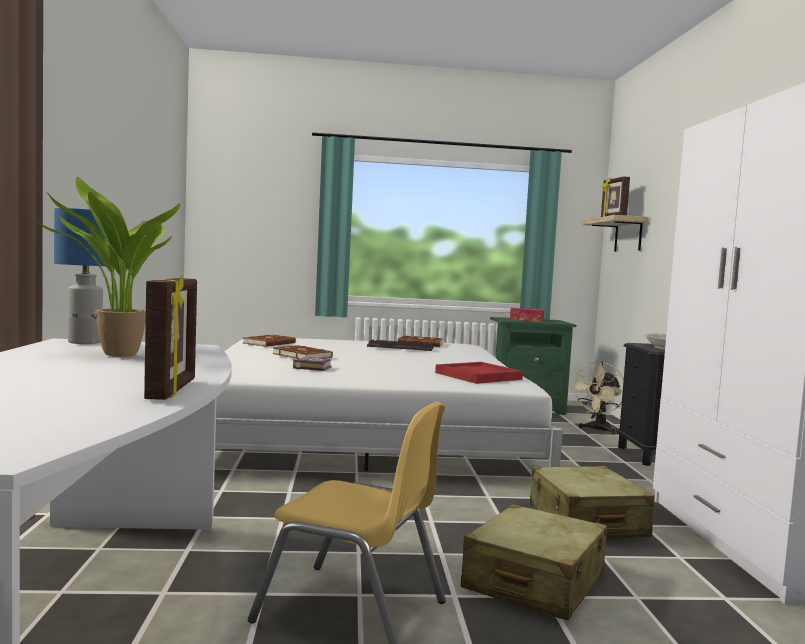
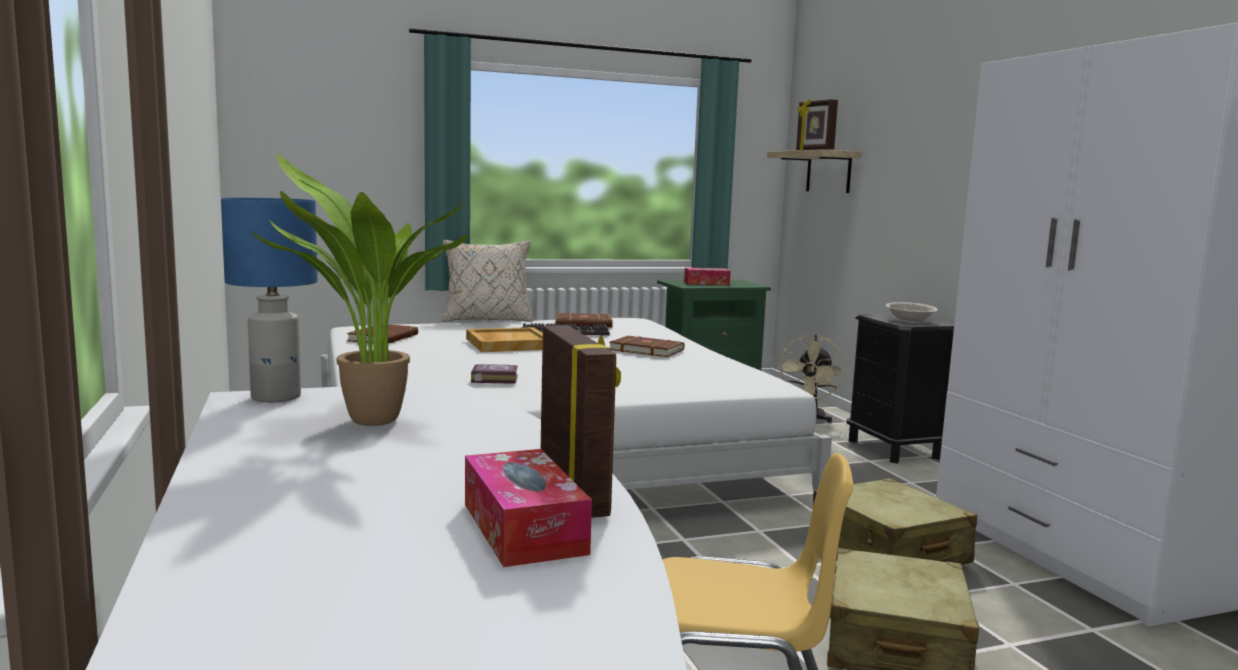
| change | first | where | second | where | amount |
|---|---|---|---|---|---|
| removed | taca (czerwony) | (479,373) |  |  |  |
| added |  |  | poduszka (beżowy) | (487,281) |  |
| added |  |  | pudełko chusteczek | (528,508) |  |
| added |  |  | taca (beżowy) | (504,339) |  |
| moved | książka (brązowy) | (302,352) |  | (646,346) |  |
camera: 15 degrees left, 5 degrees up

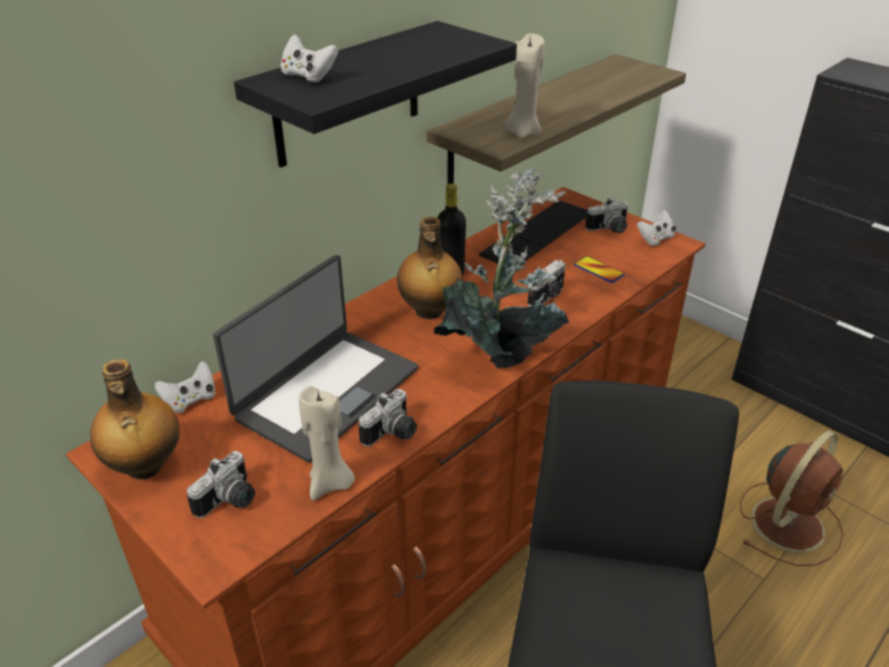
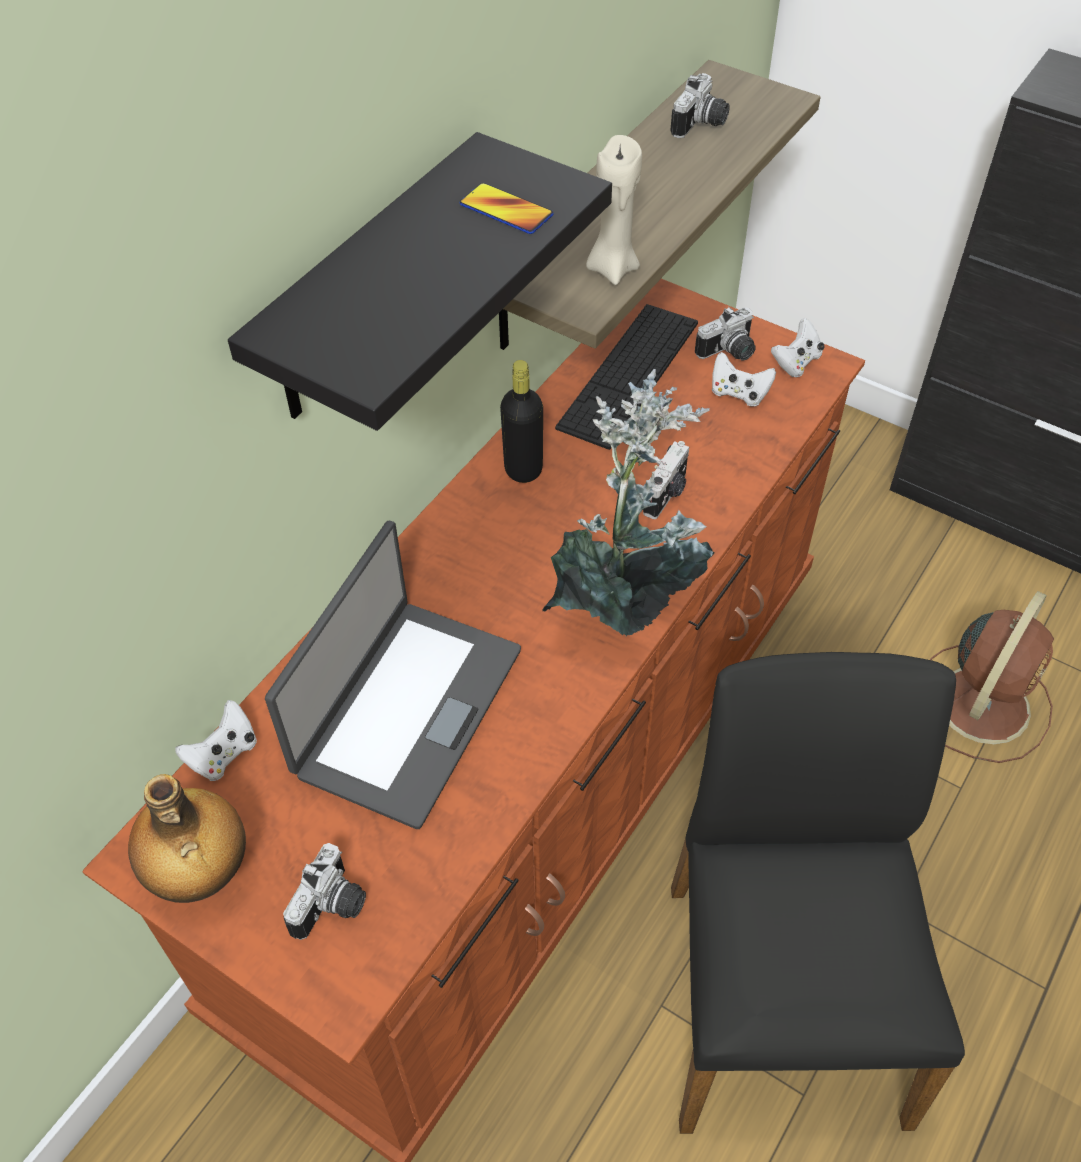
| change | first | where | second | where | amount |
|---|---|---|---|---|---|
| removed | świeca (beżowy) | (327,443) |  |  |  |
| removed | butelka | (430,268) |  |  |  |
| moved | pad do gier (biały) | (310,58) |  | (744,379) |  |
| moved | aparat fotograficzny | (387,418) |  | (700,105) |  |
| moved | telefon | (599,269) |  | (506,208) |  |
camera: 10 degrees left, 15 degrees up

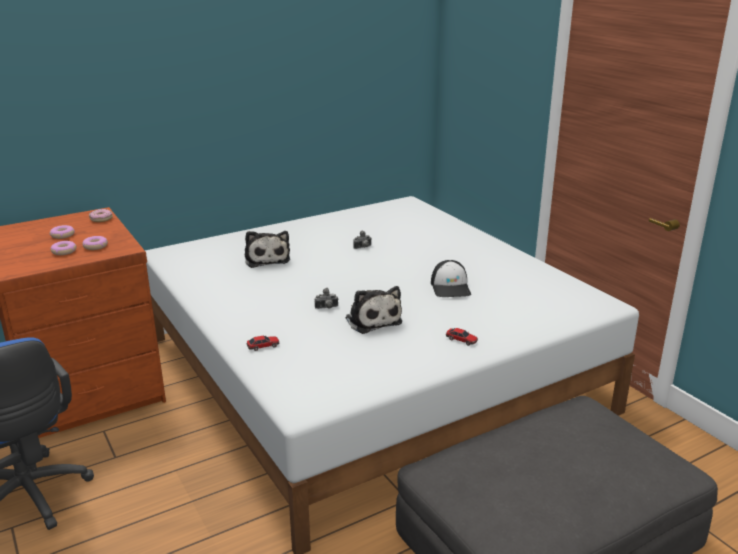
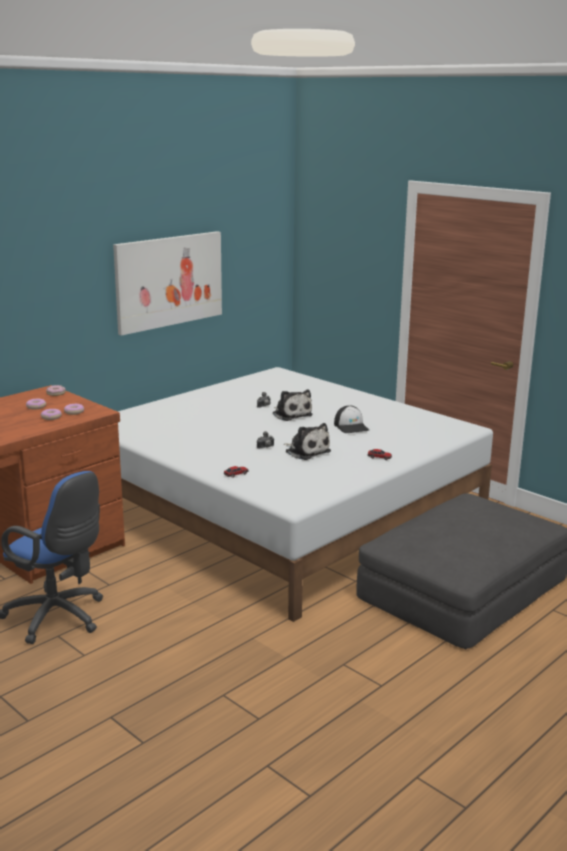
| change | first | where | second | where | amount |
|---|---|---|---|---|---|
| added |  |  | obraz | (167,283) |  |
| moved | pluszak | (267,249) |  | (292,405) |  |
camera: 15 degrees left, 5 degrees down

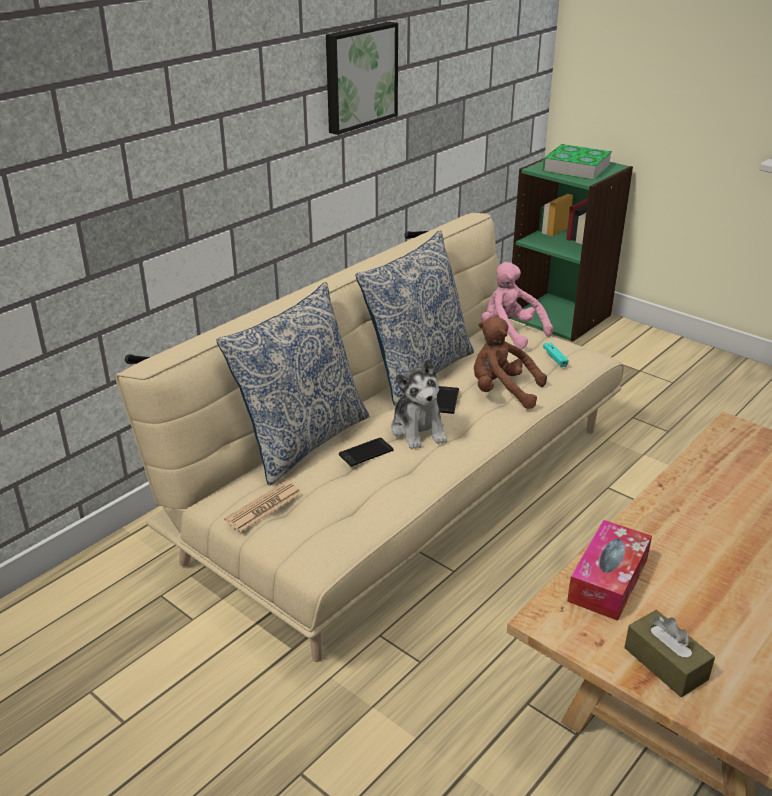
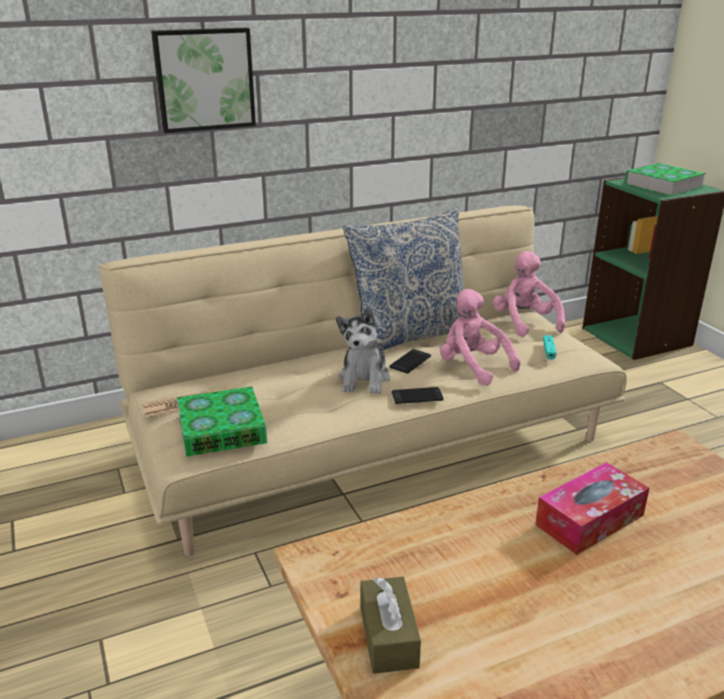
| change | first | where | second | where | amount |
|---|---|---|---|---|---|
| removed | poduszka | (292,384) |  |  |  |
| added |  |  | książka | (222,421) |  |
| moved | obraz | (362,78) |  | (203,80) |  |
| moved | telefon | (366,452) |  | (418,395) |  |
| moved | pudełko chusteczek | (609,570) |  | (592,508) |  |
| recoloured | pluszak (brązowy) | (510,362) | pluszak (różowy) | (480,337) |  |
camera: 25 degrees right, 5 degrees down

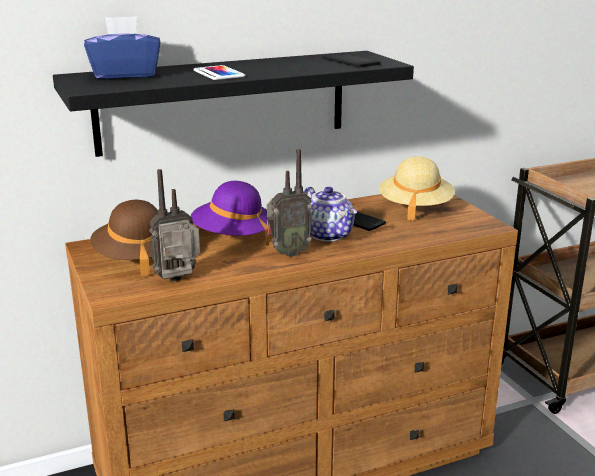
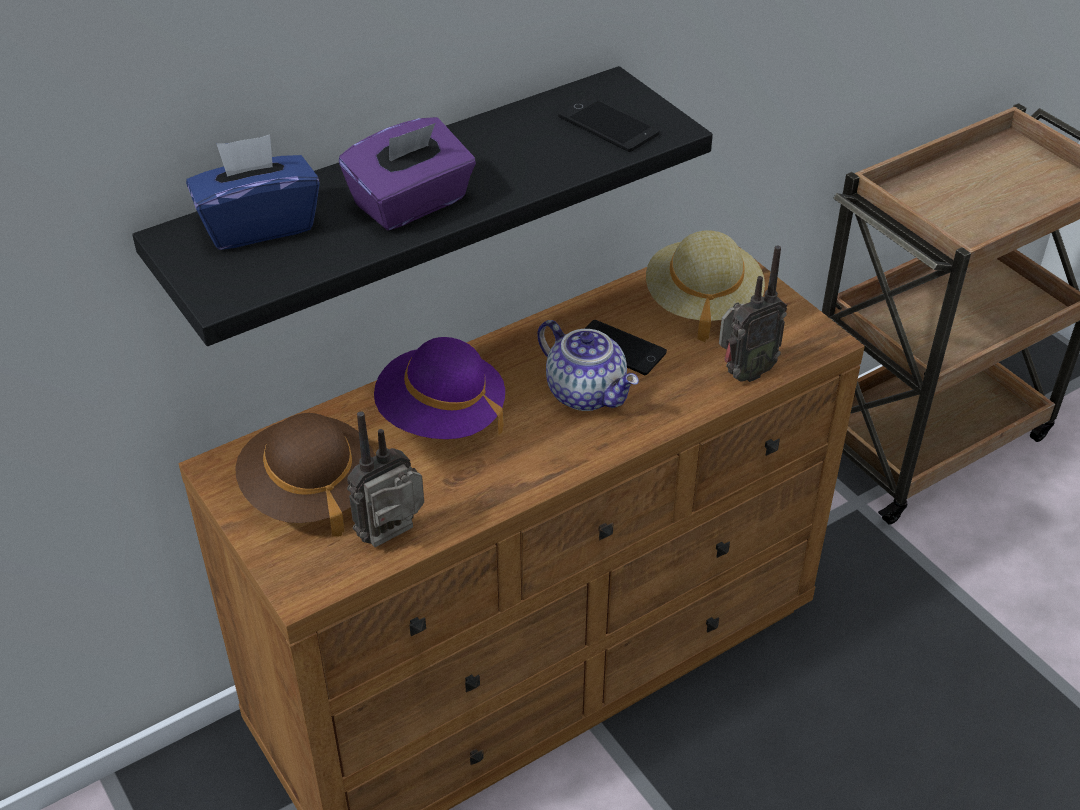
| change | first | where | second | where | amount |
|---|---|---|---|---|---|
| moved | radio | (289,203) |  | (753,313) |  |
| replaced | telefon | (219,72) | pudełko chusteczek (fioletowy) | (407,174) |  |
camera: 10 degrees left, 20 degrees up

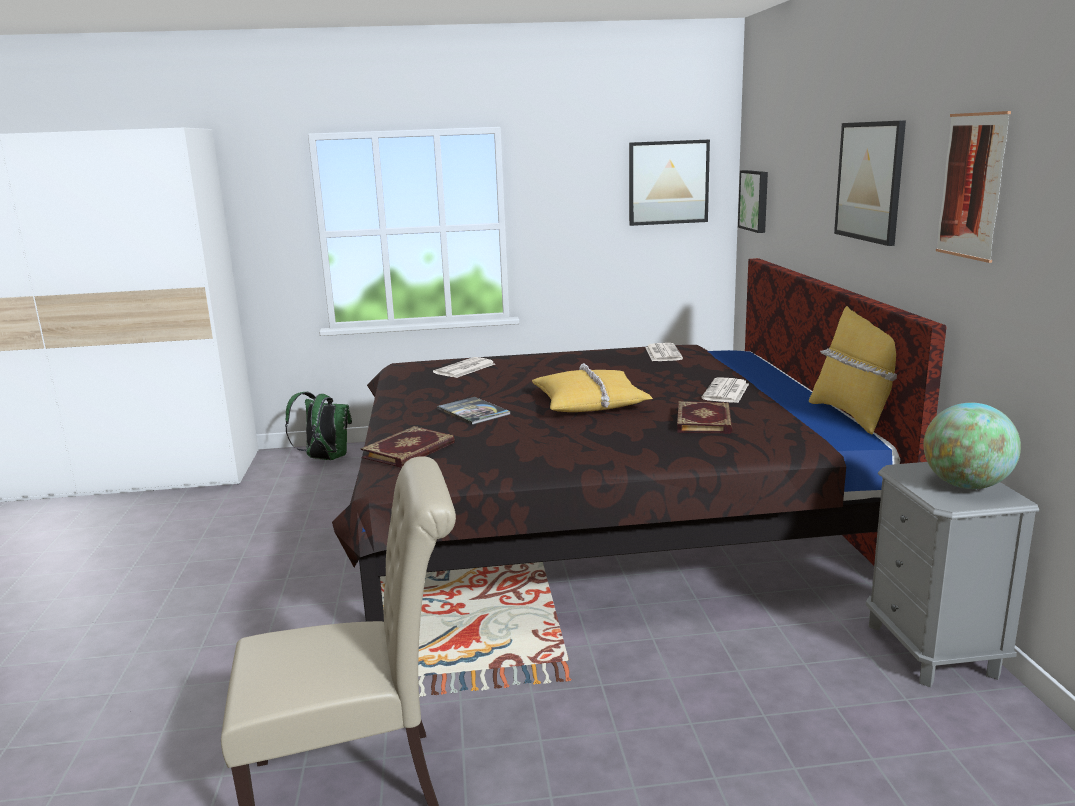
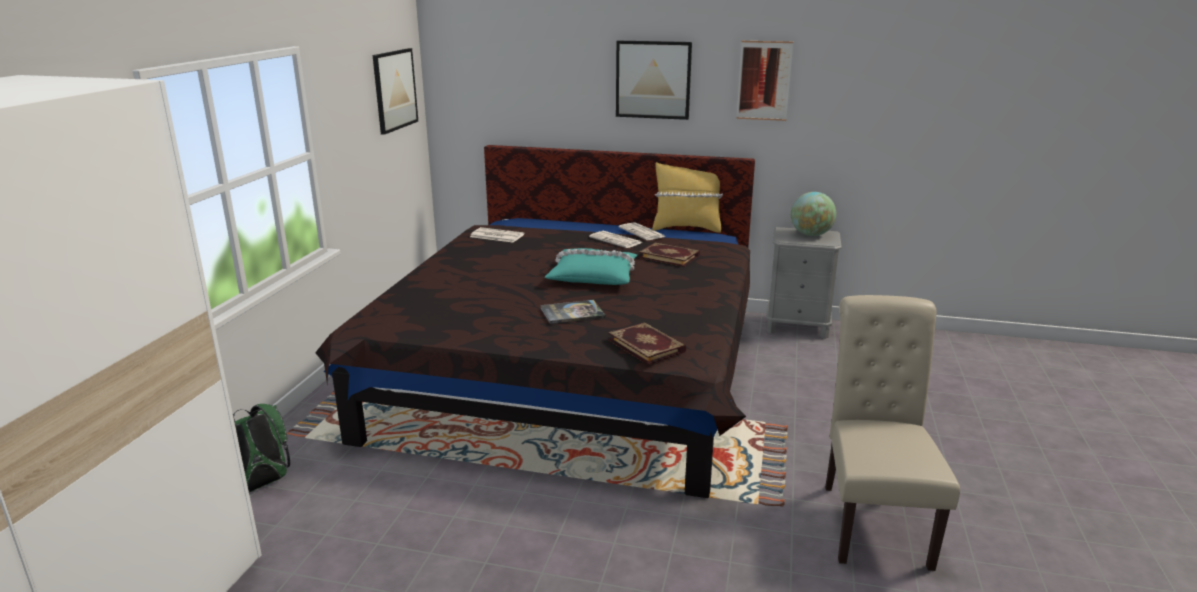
| change | first | where | second | where | amount |
|---|---|---|---|---|---|
| removed | obraz | (753,201) |  |  |  |
| moved | gazeta | (464,367) |  | (642,231) |  |
| recoloured | poduszka (żółty) | (592,387) | poduszka (turkusowy) | (591,266) |  |
camera: 70 degrees left, 5 degrees up

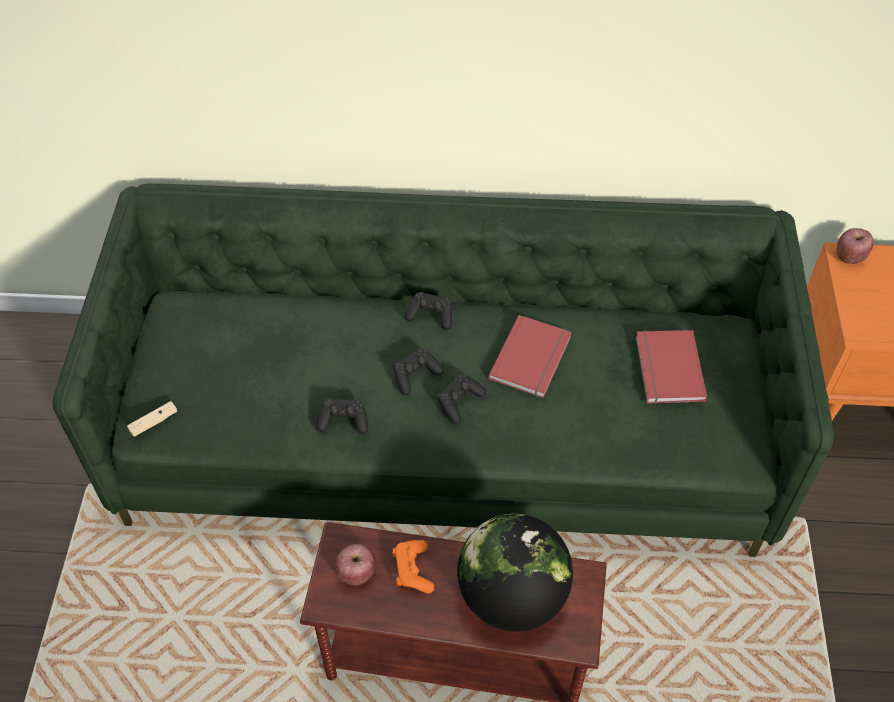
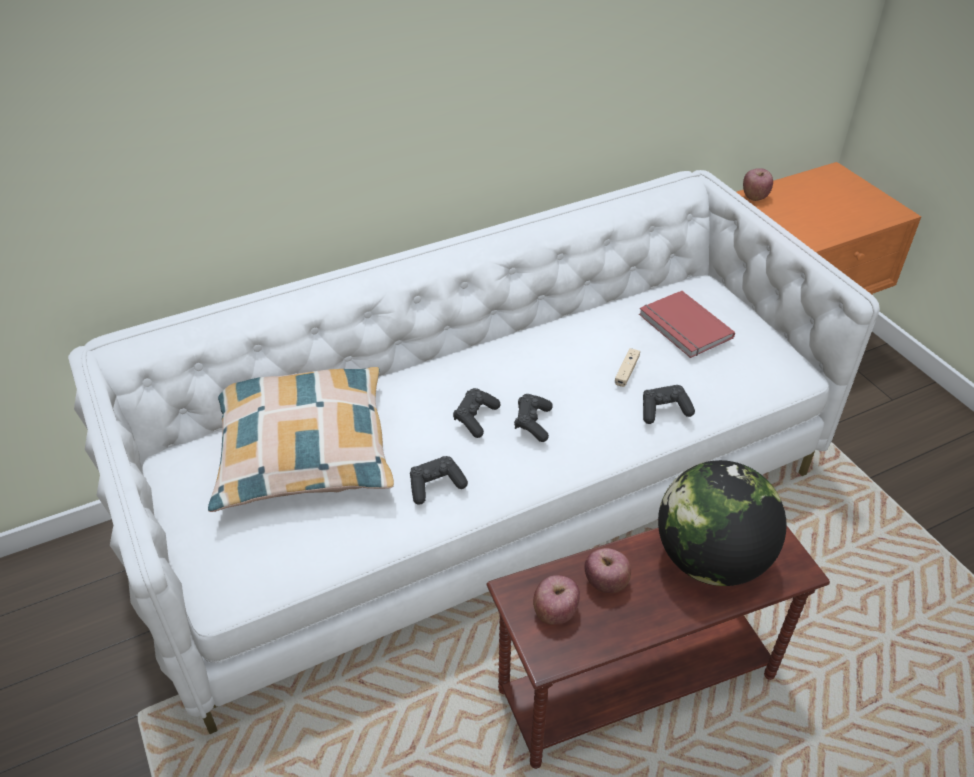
| change | first | where | second | where | amount |
|---|---|---|---|---|---|
| removed | książka (czerwony) | (530,356) |  |  |  |
| added |  |  | poduszka | (301,439) |  |
| moved | pad do gier (beżowy) | (152,419) |  | (627,367) |  |
| moved | pad do gier (czarny) | (428,311) |  | (669,404) |  |
| replaced | pad do gier (pomarańczowy) | (413,567) | jabłko | (607,570) |  |
| recoloured | kanapa (zielony) | (443,370) | kanapa (biały) | (474,452) |  |
camera: 30 degrees left, 10 degrees down

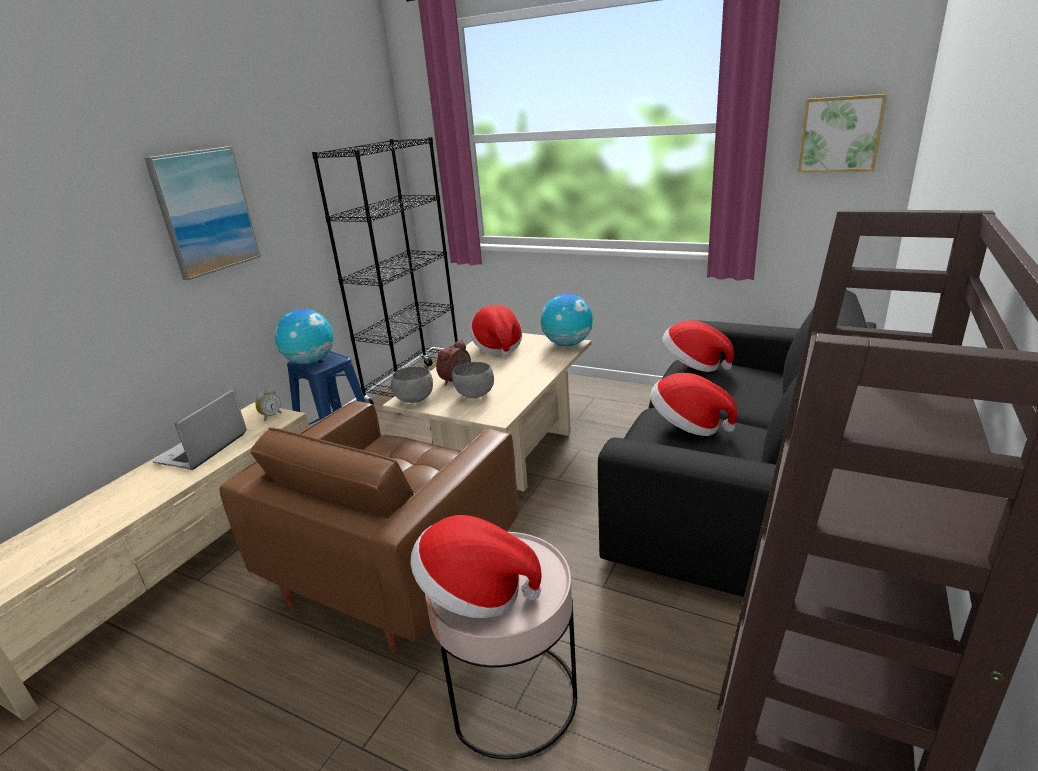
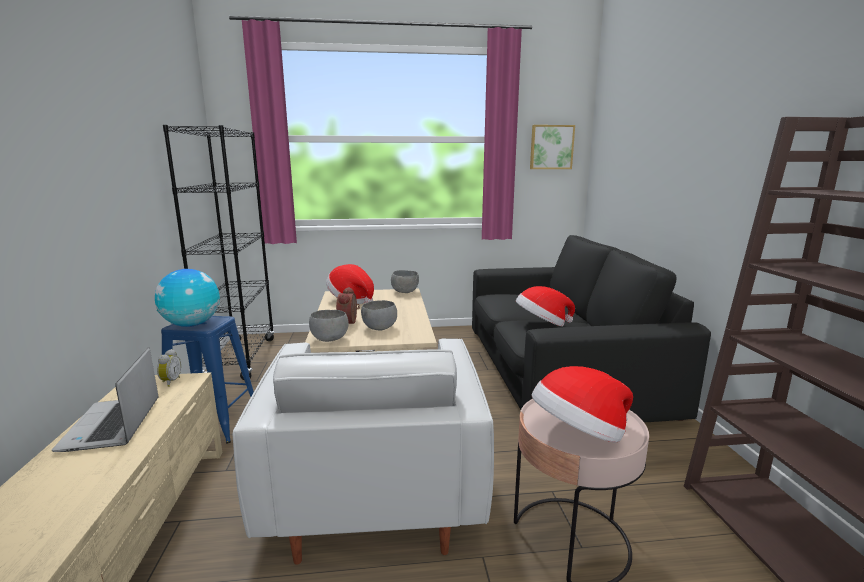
| change | first | where | second | where | amount |
|---|---|---|---|---|---|
| removed | obraz | (202,213) |  |  |  |
| removed | kapelusz | (698,346) |  |  |  |
| replaced | globus | (567,320) | miska (szary) | (405,281) |  |
| recoloured | fotel (brązowy) | (369,527) | fotel (biały) | (363,451) |  |
camera: 35 degrees left, 10 degrees down

